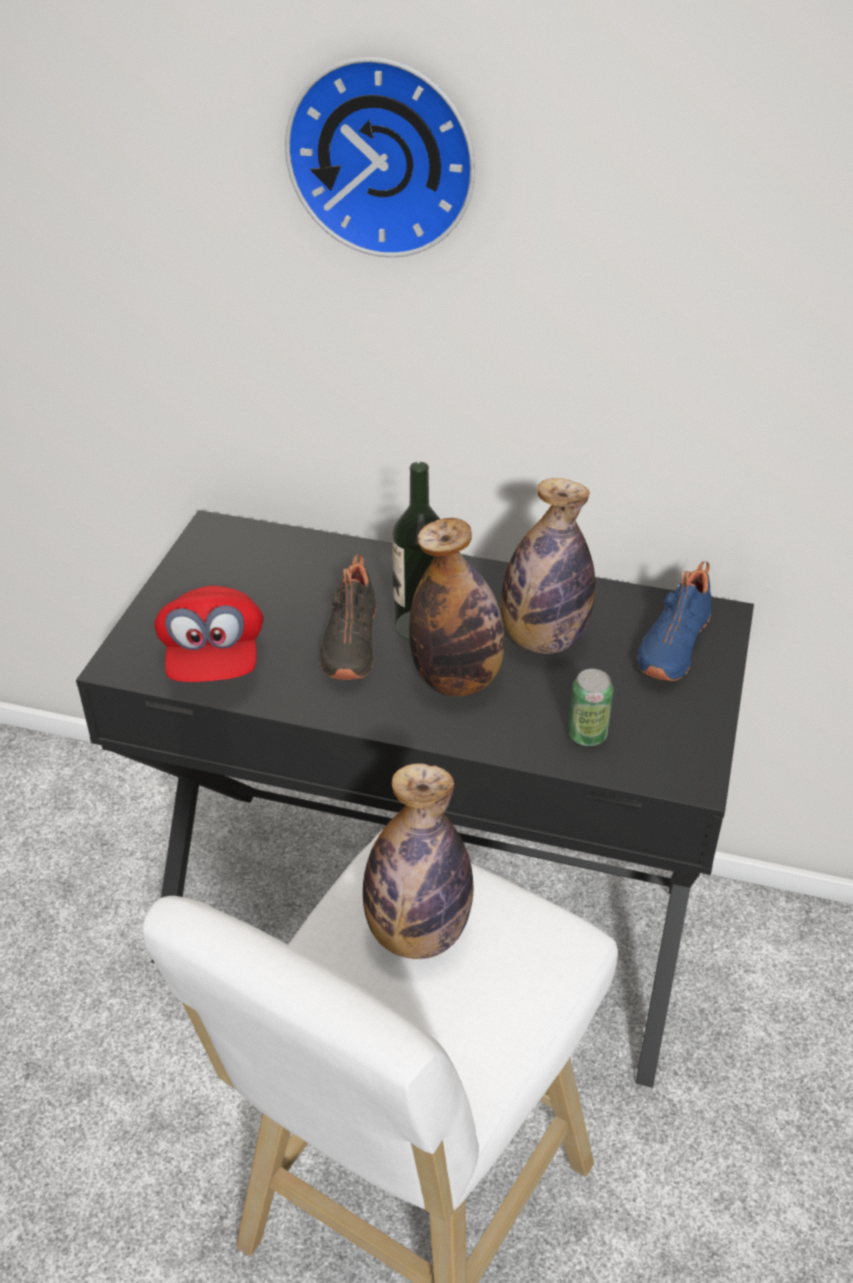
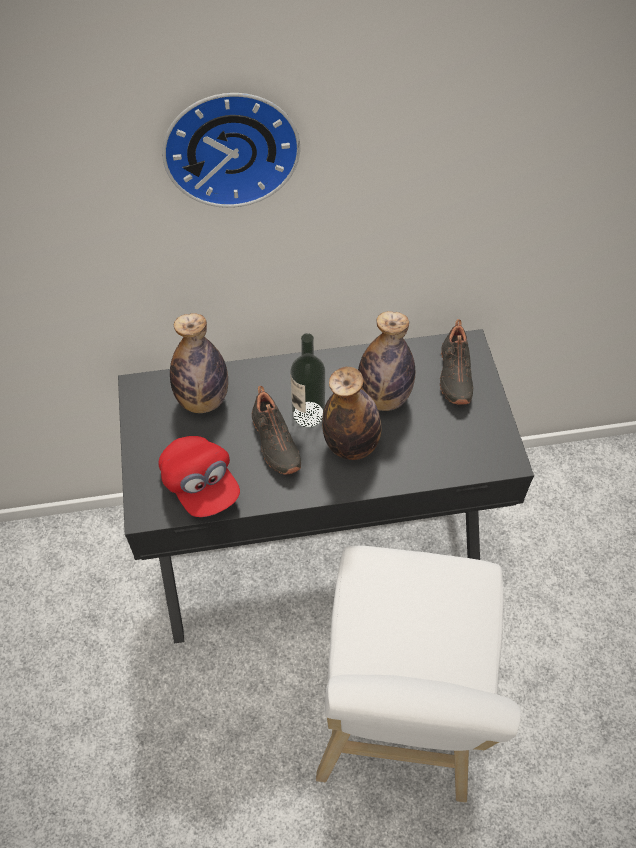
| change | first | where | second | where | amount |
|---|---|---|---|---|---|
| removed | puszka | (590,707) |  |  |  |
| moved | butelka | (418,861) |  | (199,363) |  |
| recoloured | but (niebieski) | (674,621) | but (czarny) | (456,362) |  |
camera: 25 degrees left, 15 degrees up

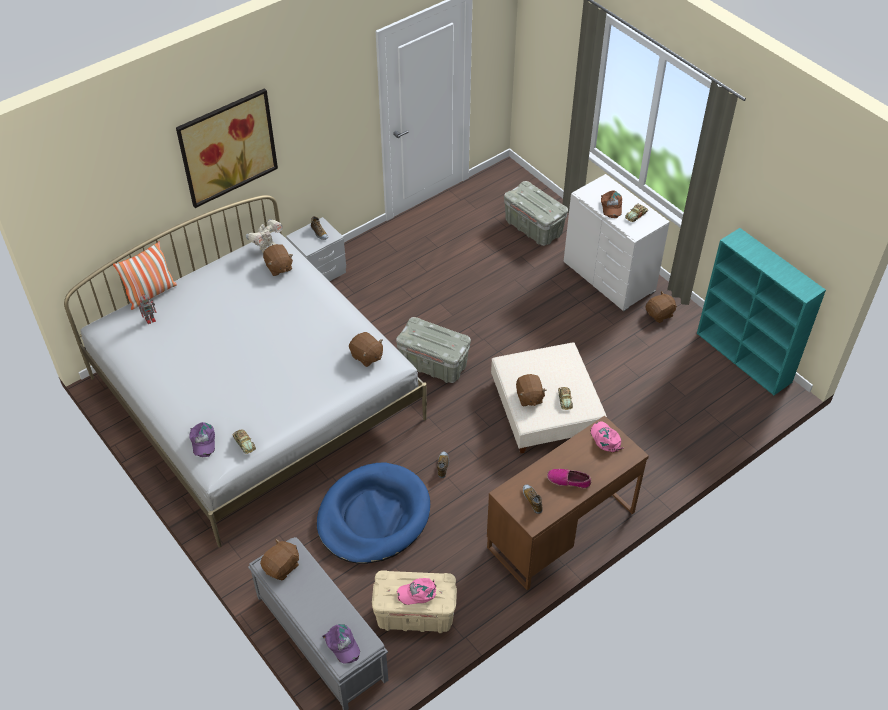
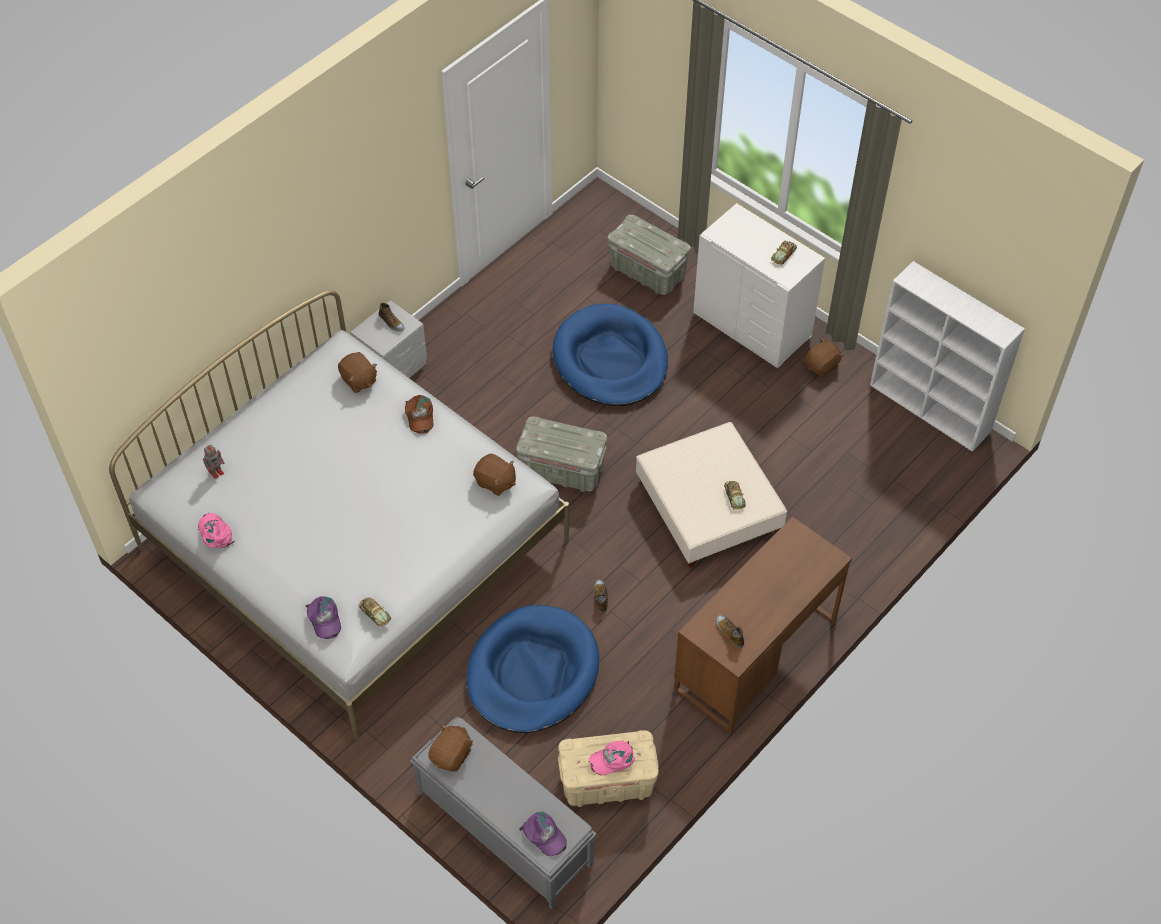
| change | first | where | second | where | amount |
|---|---|---|---|---|---|
| removed | poduszka | (145,275) |  |  |  |
| removed | obraz | (227,148) |  |  |  |
| removed | robot zabawkowy | (264,236) |  |  |  |
| removed | pluszak (brązowy) | (531,390) |  |  |  |
| removed | but | (569,479) |  |  |  |
| added |  |  | legowisko (niebieski) | (610,355) |  |
| moved | czapka z daszkiem (różowy) | (607,436) |  | (216,530) |  |
| moved | czapka z daszkiem (brązowy) | (611,204) |  | (419,414) |  |
| recoloured | regał (turkusowy) | (761,311) | regał (biały) | (947,356) |  |
camera: 10 degrees left, 5 degrees up

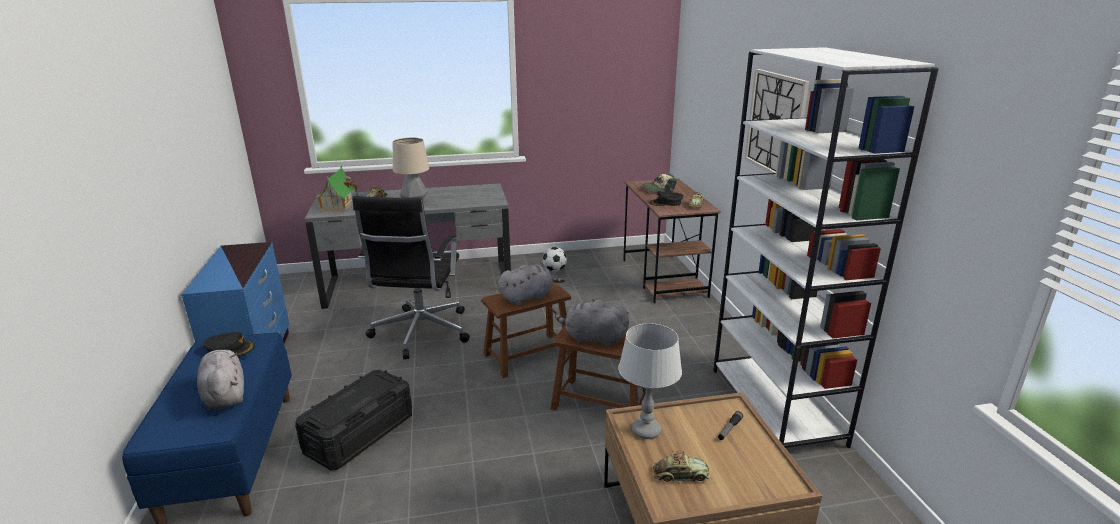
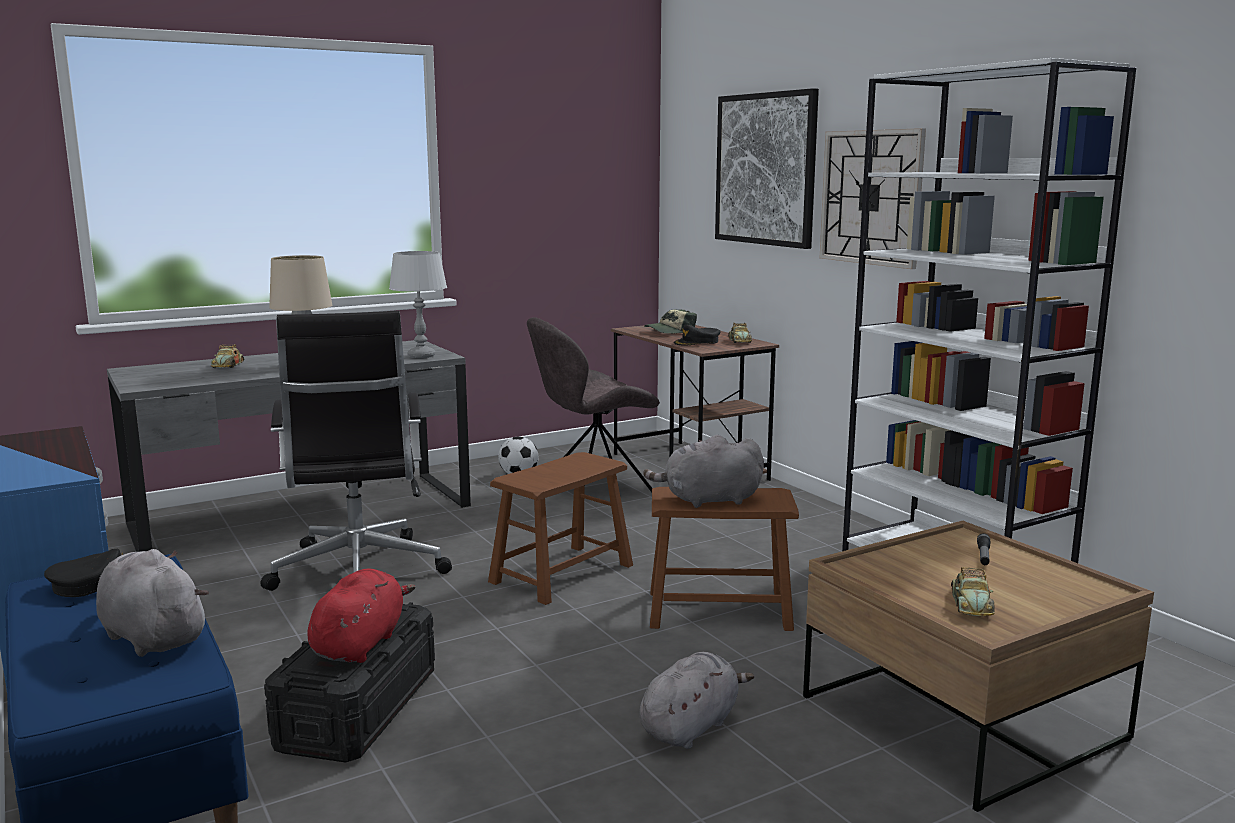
| change | first | where | second | where | amount |
|---|---|---|---|---|---|
| removed | domek | (337,188) |  |  |  |
| added |  |  | pluszak (czerwony) | (361,616) |  |
| added |  |  | krzesło (szary) | (593,404) |  |
| added |  |  | obraz | (767,168) |  |
| moved | pluszak (szary) | (531,285) |  | (697,700) |  |
| moved | lampa stołowa (szary) | (650,381) |  | (418,304) |  |
| turned | samochodzik | (681,466) |  | (973,591) | 120 degrees clockwise |
camera: 20 degrees left, 10 degrees down

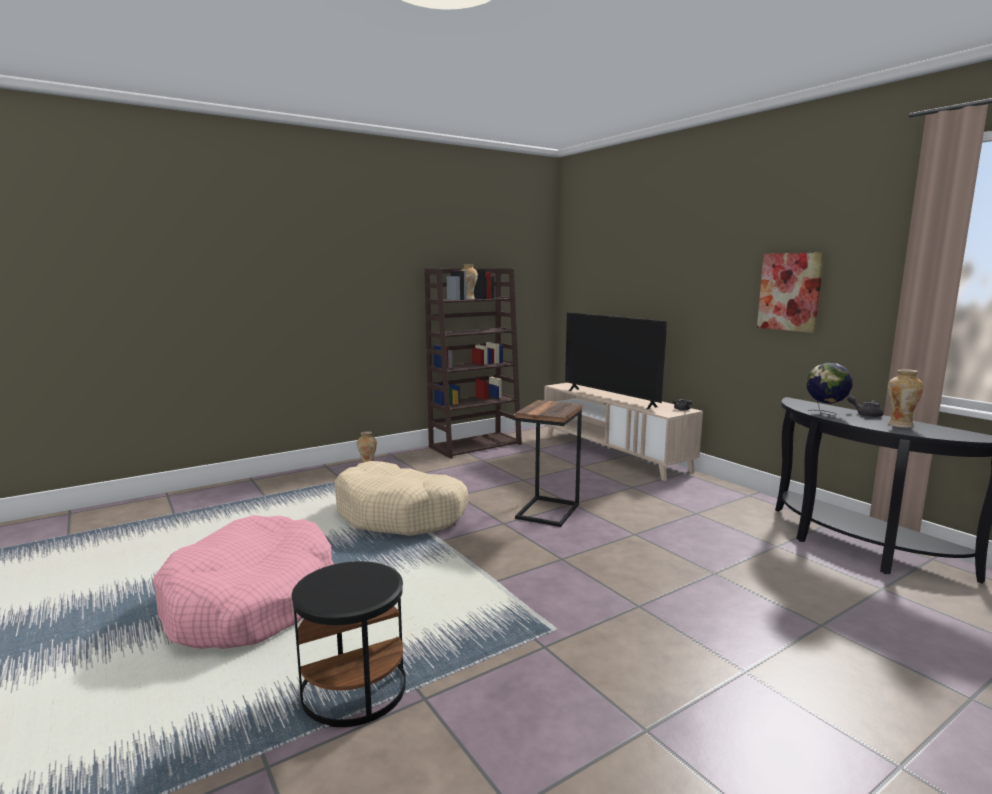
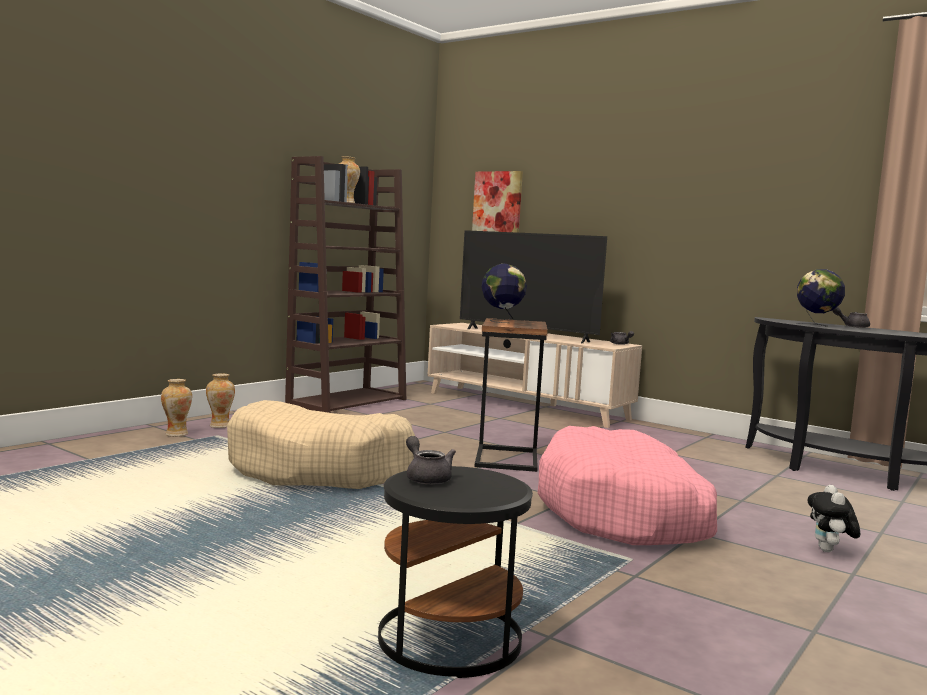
| change | first | where | second | where | amount |
|---|---|---|---|---|---|
| added |  |  | imbryk (szary) | (431,460) |  |
| added |  |  | globus | (504,293) |  |
| added |  |  | pluszak | (833,518) |  |
| moved | legowisko (różowy) | (243,582) |  | (627,485) |  |
| moved | obraz | (790,293) |  | (497,202) |  |
| moved | wazon | (906,398) |  | (176,408) |  |
camera: 20 degrees left, 5 degrees down

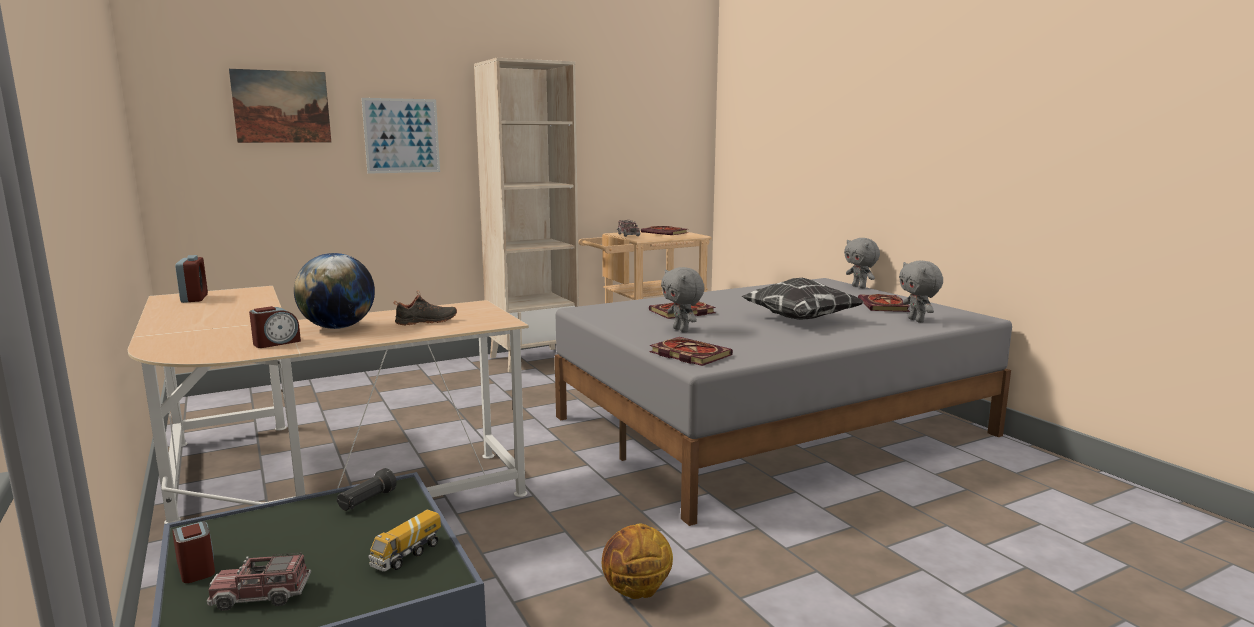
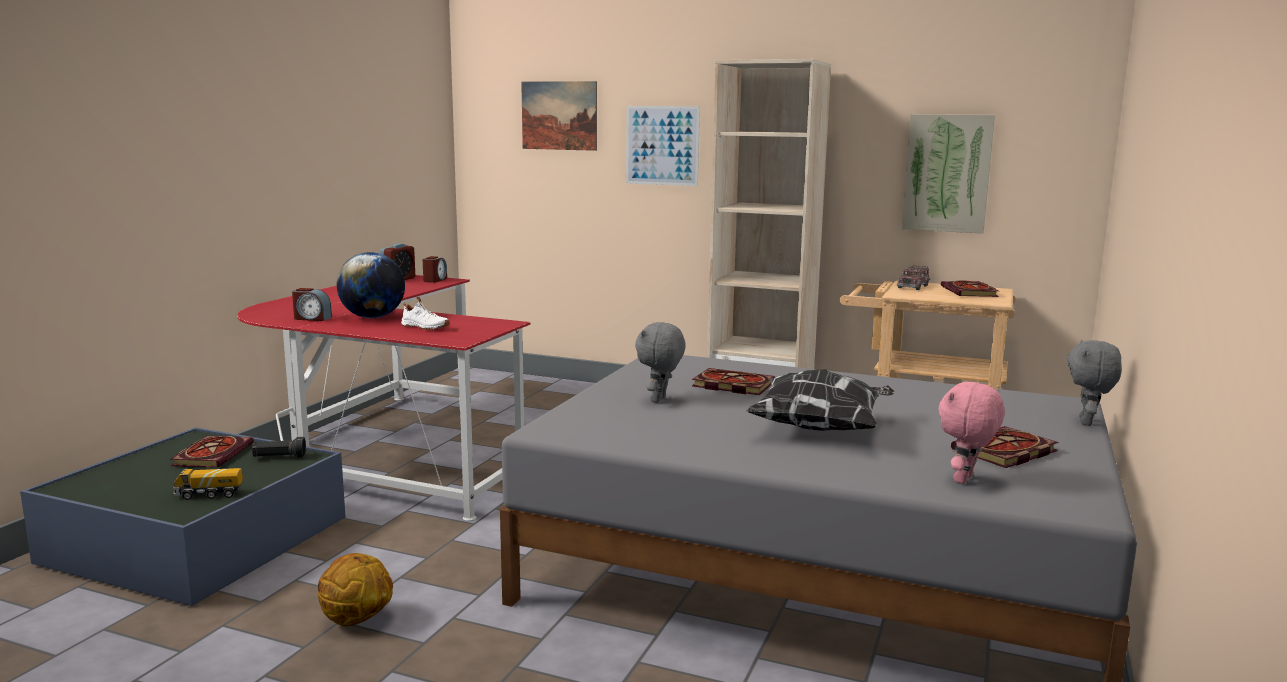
| change | first | where | second | where | amount |
|---|---|---|---|---|---|
| removed | ciężarówka zabawkowa | (259,582) |  |  |  |
| added |  |  | obraz | (948,174) |  |
| moved | budzik | (193,552) |  | (434,269) |  |
| moved | książka | (691,351) |  | (212,451) |  |
| recoloured | biurko (beżowy) | (328,405) | biurko (czerwony) | (384,398) |  |
| recoloured | but (czarny) | (425,307) | but (biały) | (425,313) |  |
| recoloured | pluszak (szary) | (921,292) | pluszak (różowy) | (971,432) |  |
camera: 50 degrees right, 0 degrees up

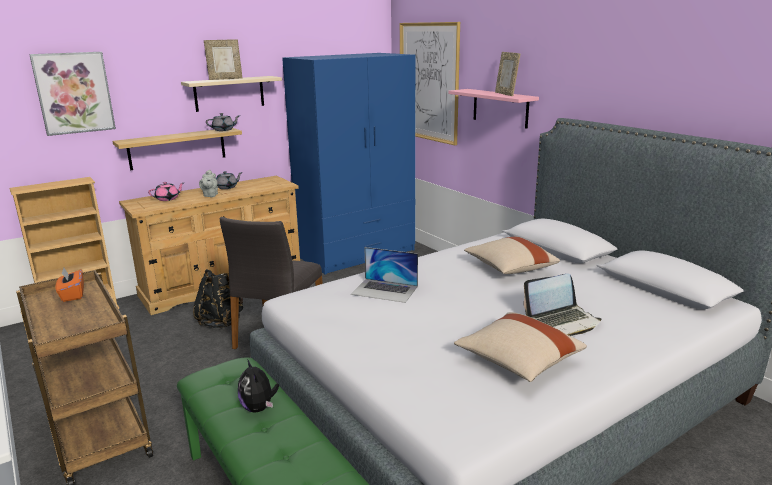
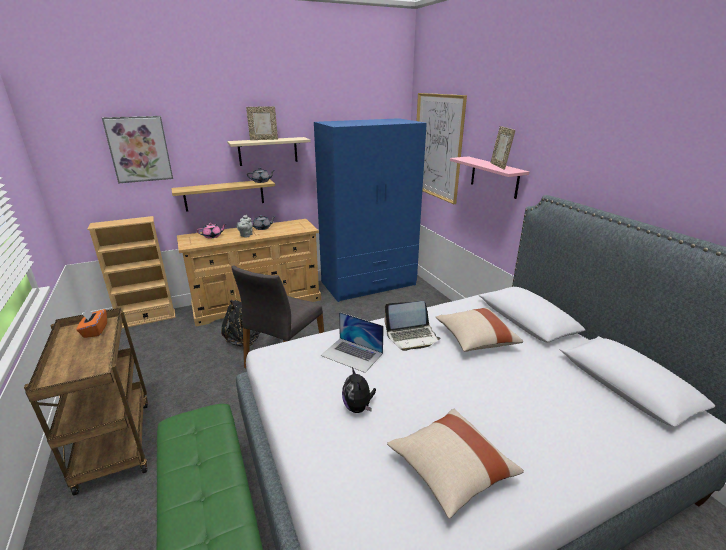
| change | first | where | second | where | amount |
|---|---|---|---|---|---|
| moved | pluszak | (258,386) |  | (359,390) |  |
| moved | laptop | (563,305) |  | (412,326) |  |
camera: 10 degrees right, 5 degrees up

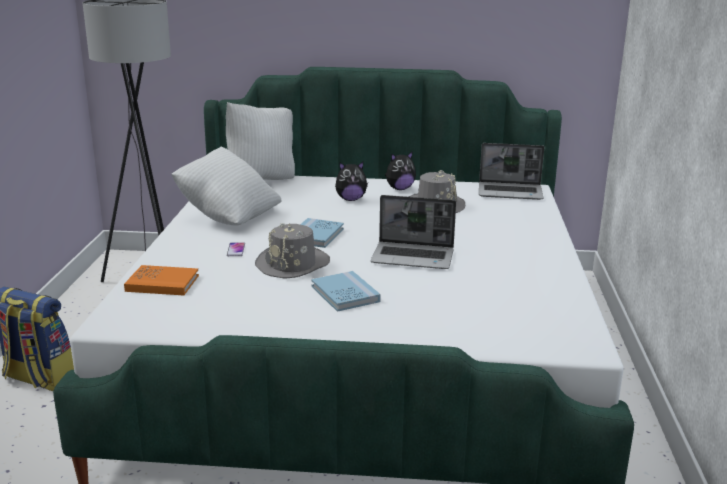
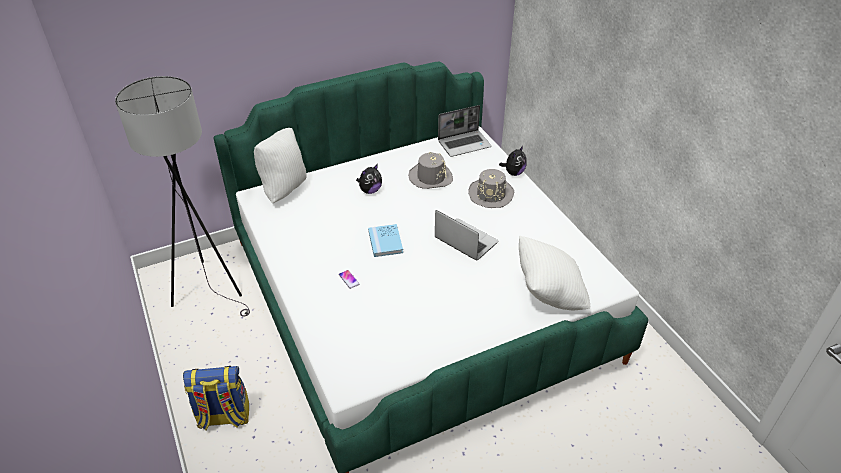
| change | first | where | second | where | amount |
|---|---|---|---|---|---|
| removed | książka (pomarańczowy) | (161,280) |  |  |  |
| removed | książka (niebieski) | (346,291) |  |  |  |
| moved | poduszka (biały) | (226,186) |  | (554,273) |  |
| moved | kapelusz (szary) | (292,251) |  | (491,188) |  |
| moved | pluszak | (400,170) |  | (513,161) |  |
| turned | laptop | (413,232) |  | (466,235) | 120 degrees counterclockwise |
camera: 30 degrees left, 20 degrees up

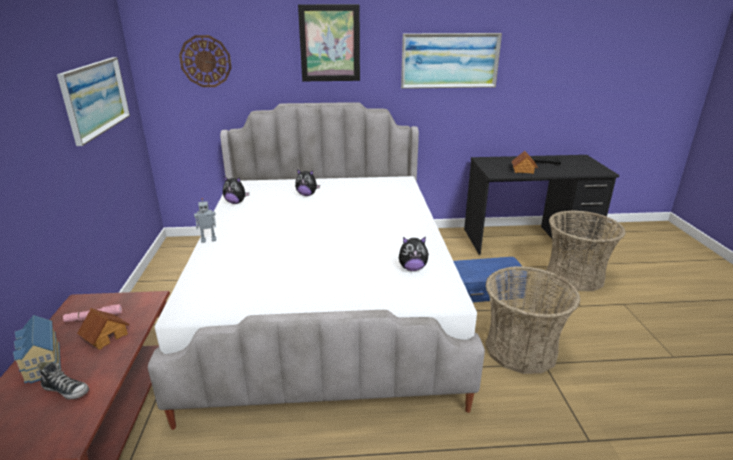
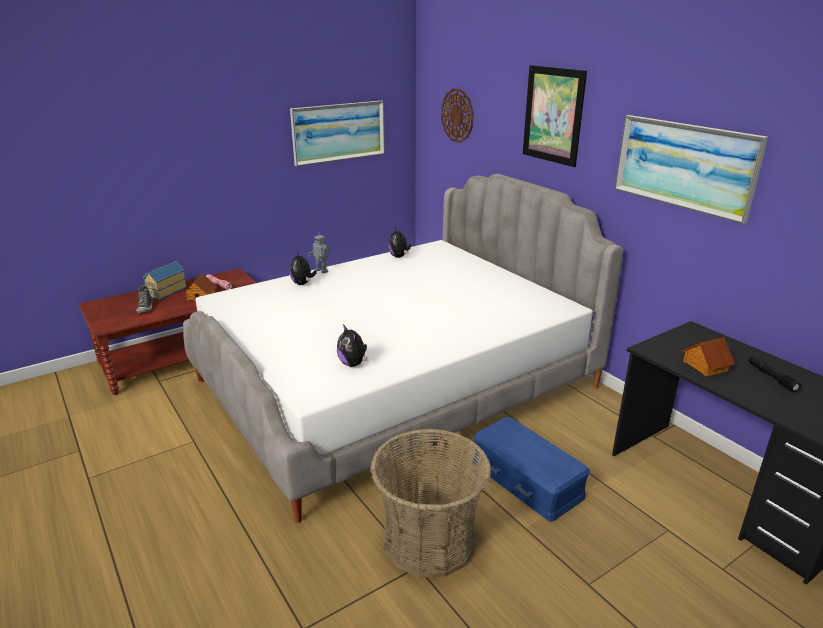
| change | first | where | second | where | amount |
|---|---|---|---|---|---|
| removed | koszyk | (586,250) |  |  |  |
| moved | pluszak | (307,182) |  | (303,268) |  |
camera: 60 degrees right, 0 degrees up

